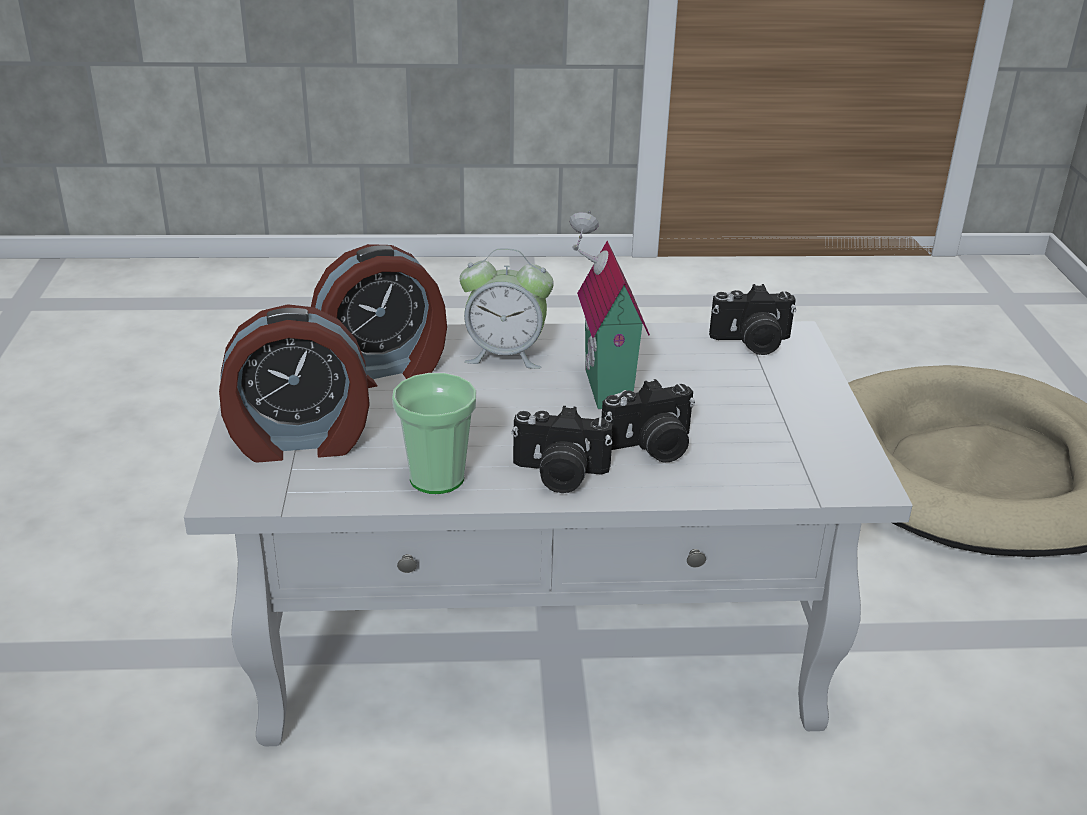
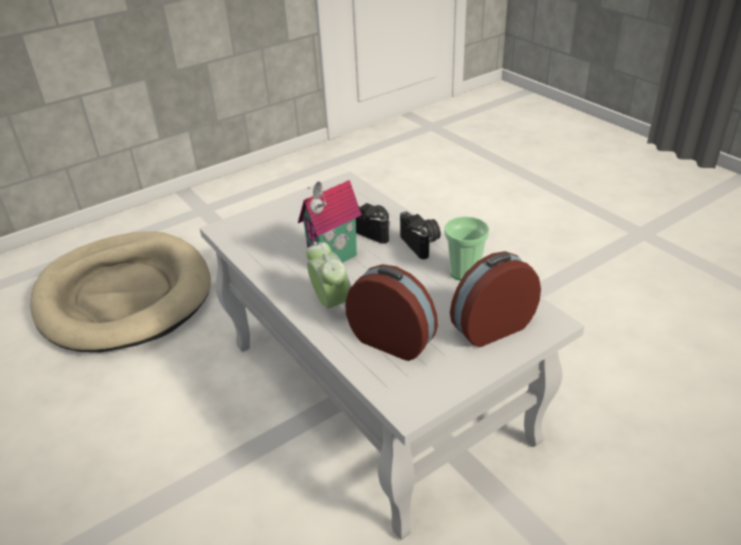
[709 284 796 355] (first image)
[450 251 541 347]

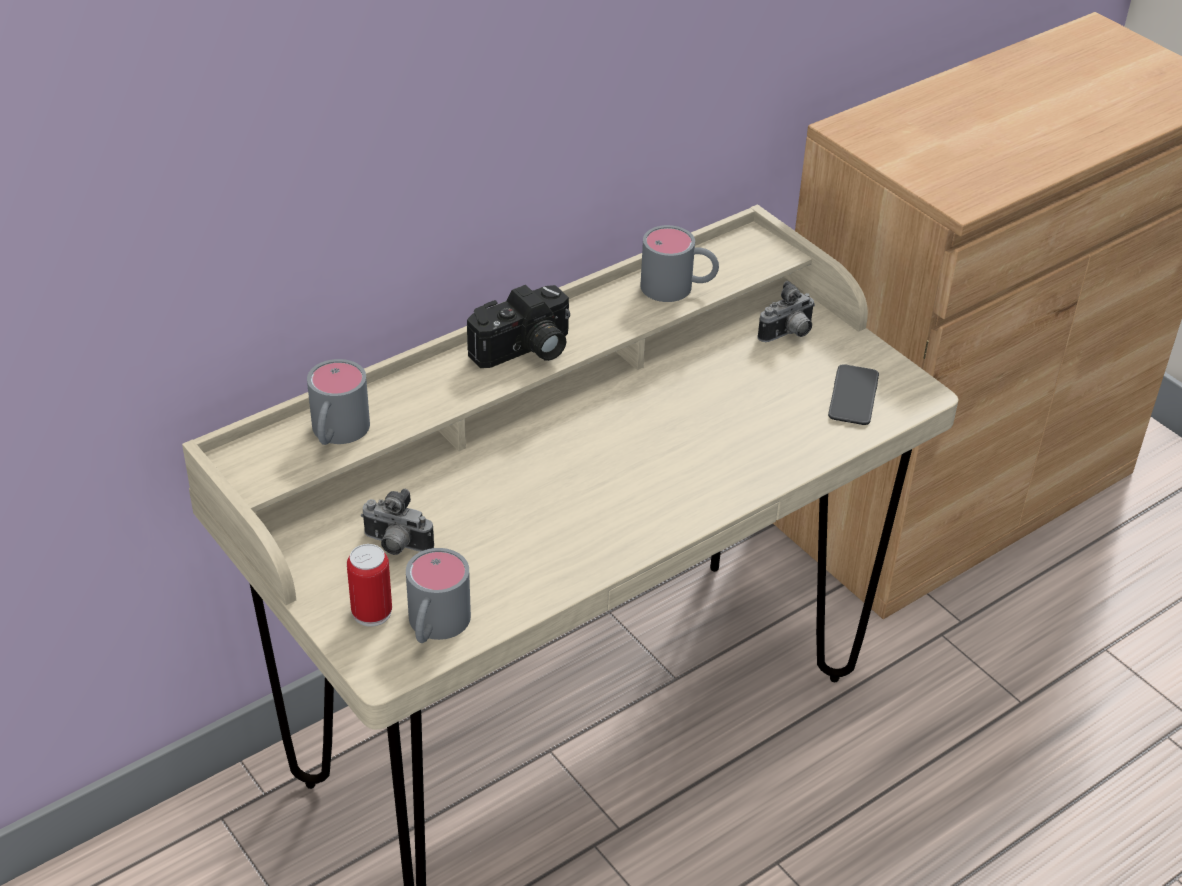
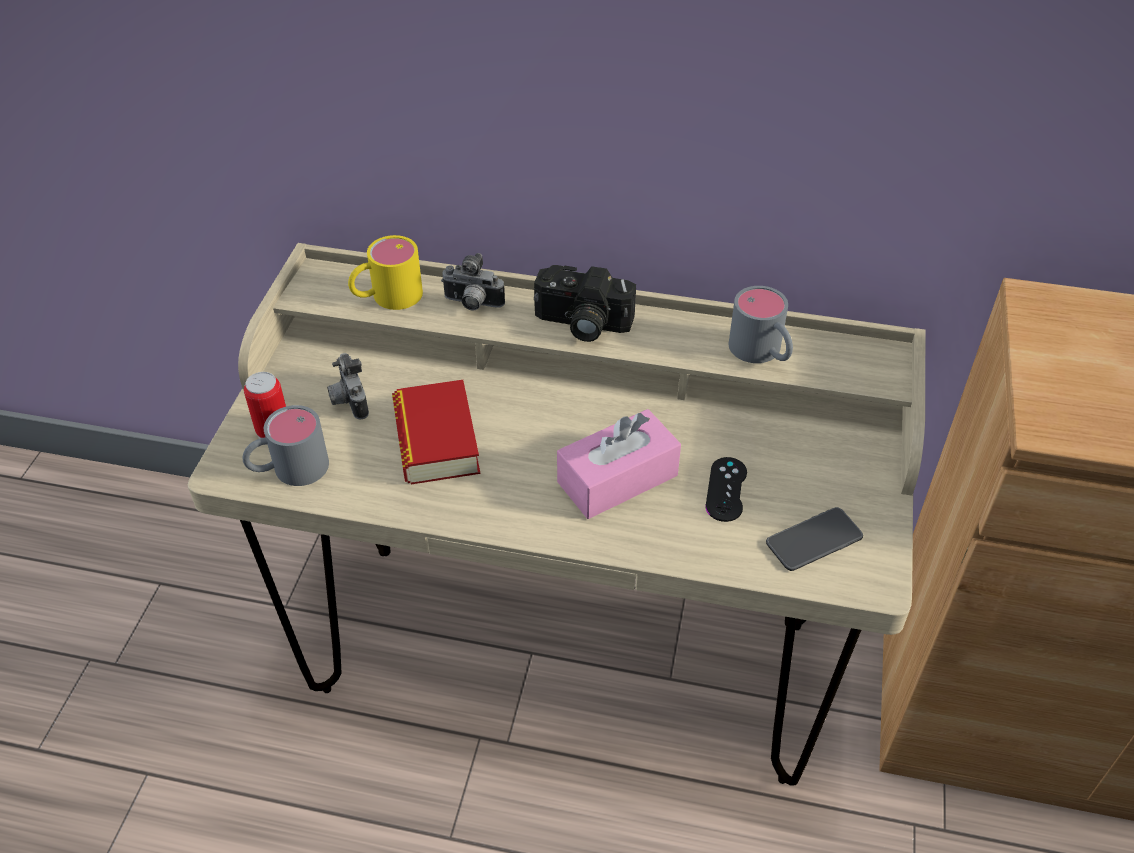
[441 253 505 311]
[348 235 423 310]
[392 380 480 484]
[557 409 681 519]
[706 457 747 522]

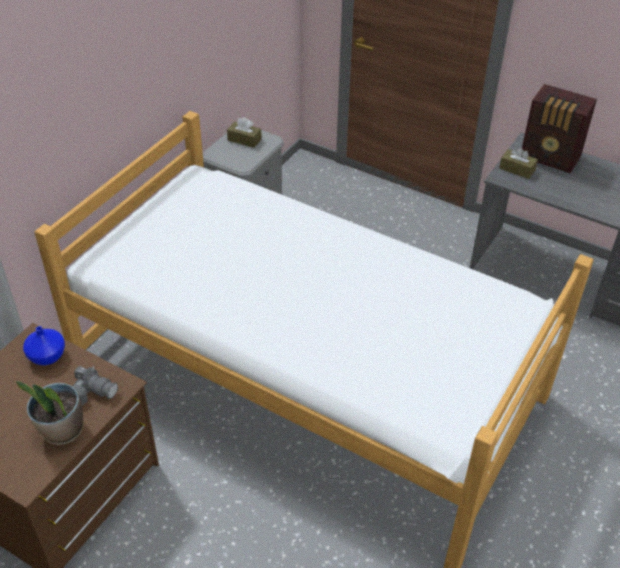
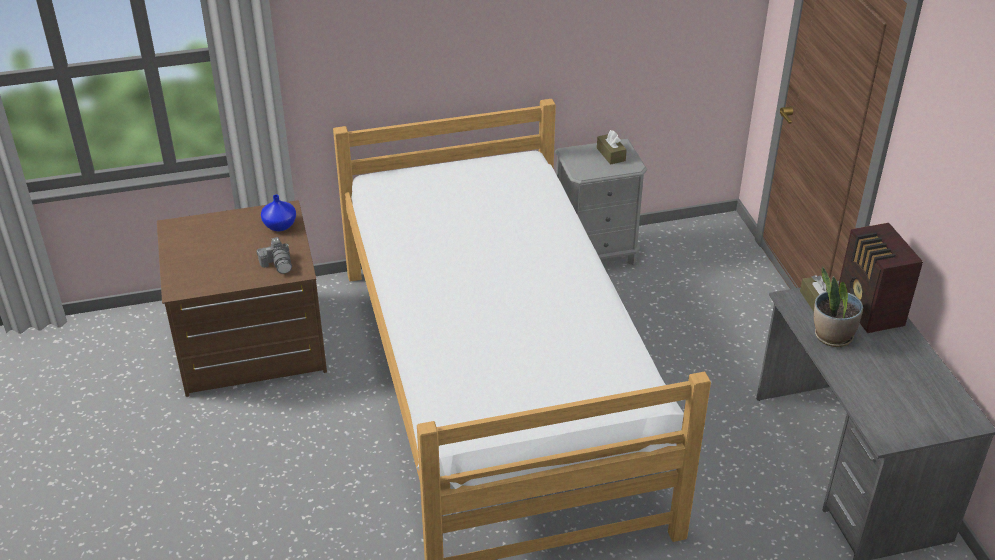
[814 267 863 347]

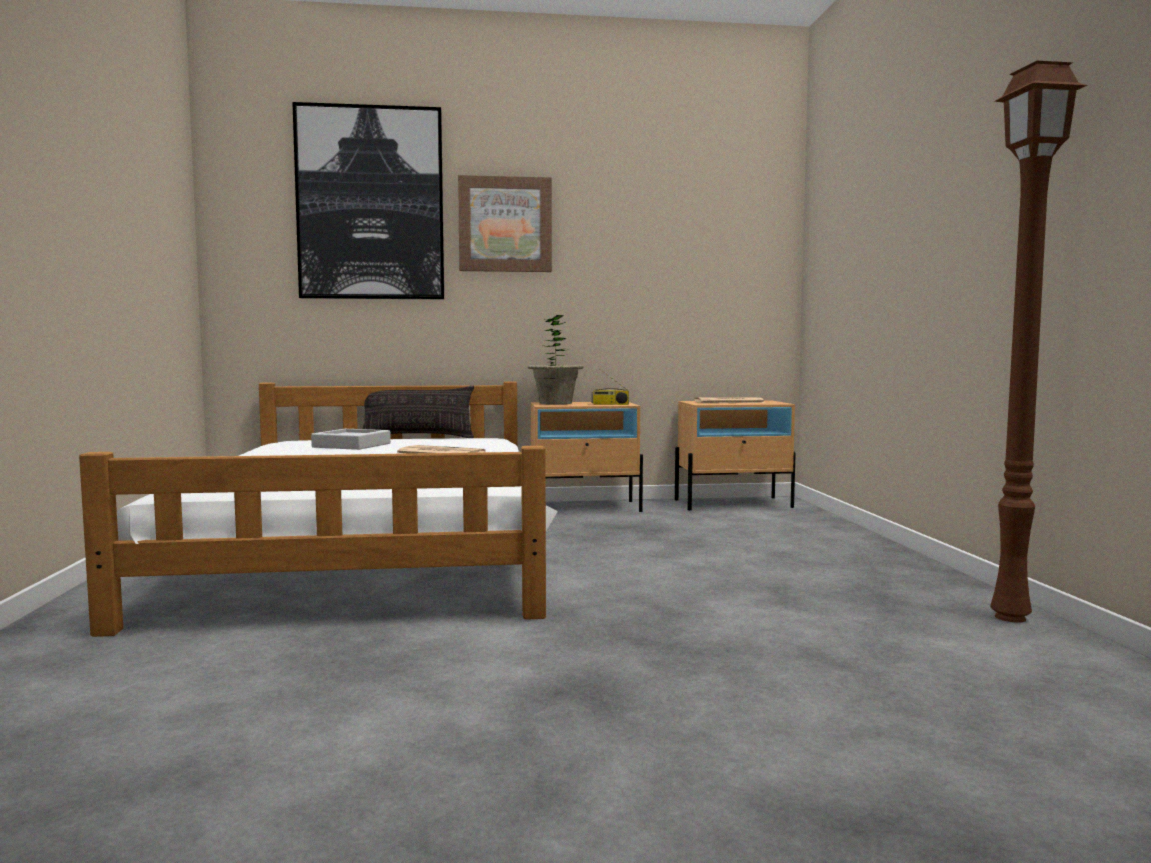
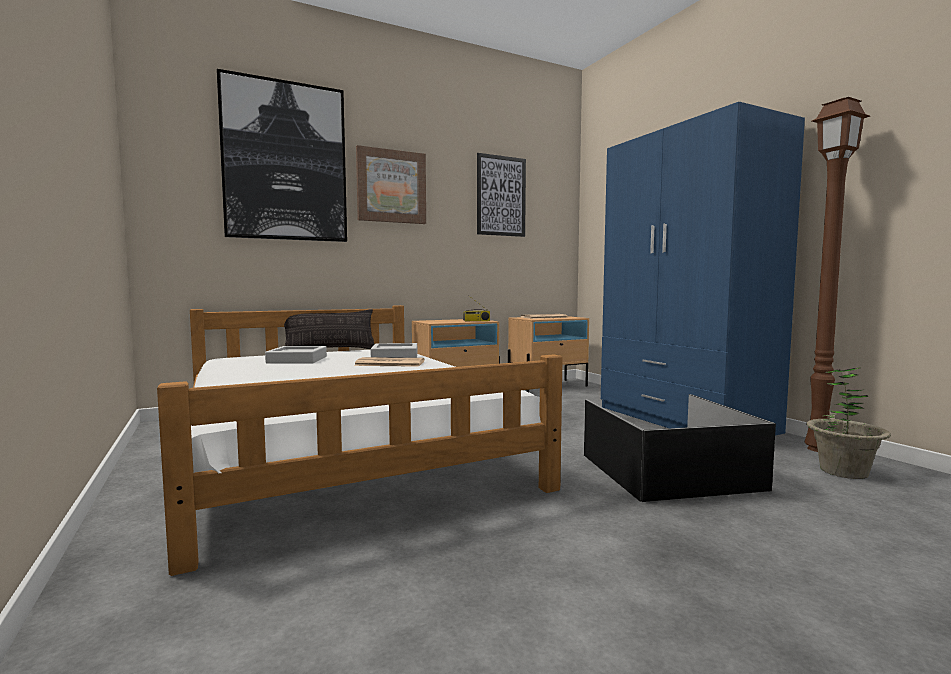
[806 367 891 479]
[601 102 805 436]
[477 153 526 237]
[371 343 417 358]
[584 394 776 502]

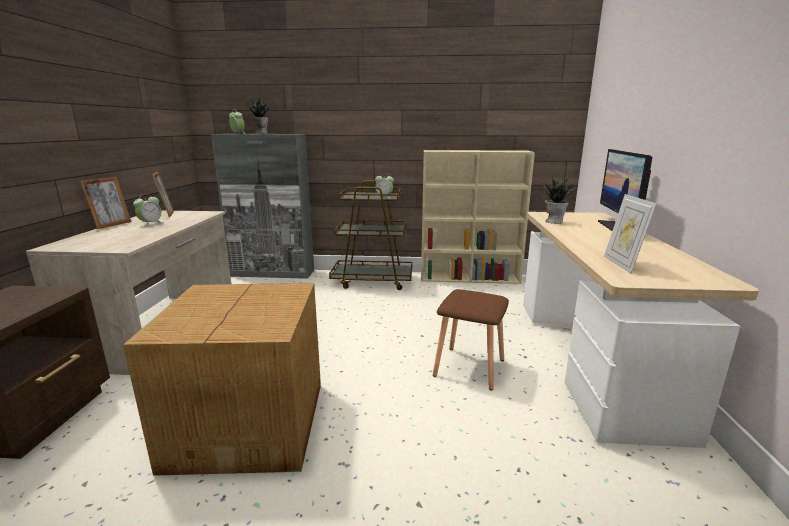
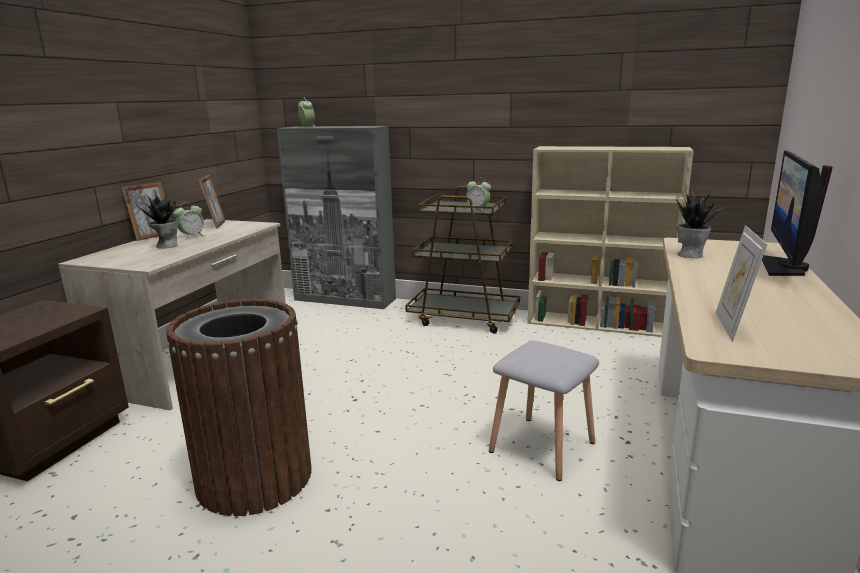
[136 189 178 249]
[166 299 312 516]
[489 341 599 481]

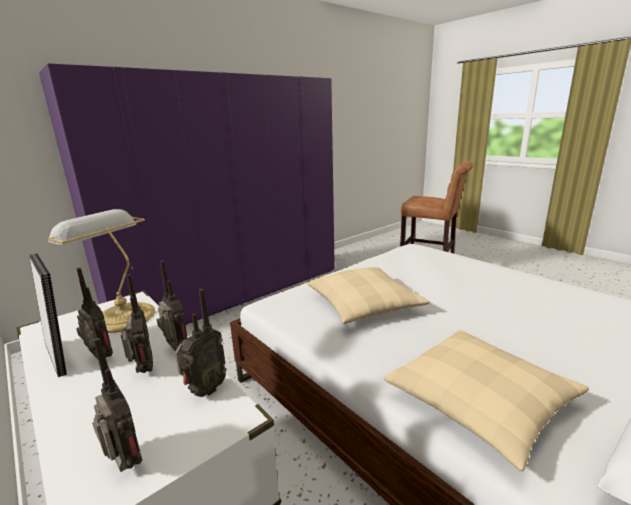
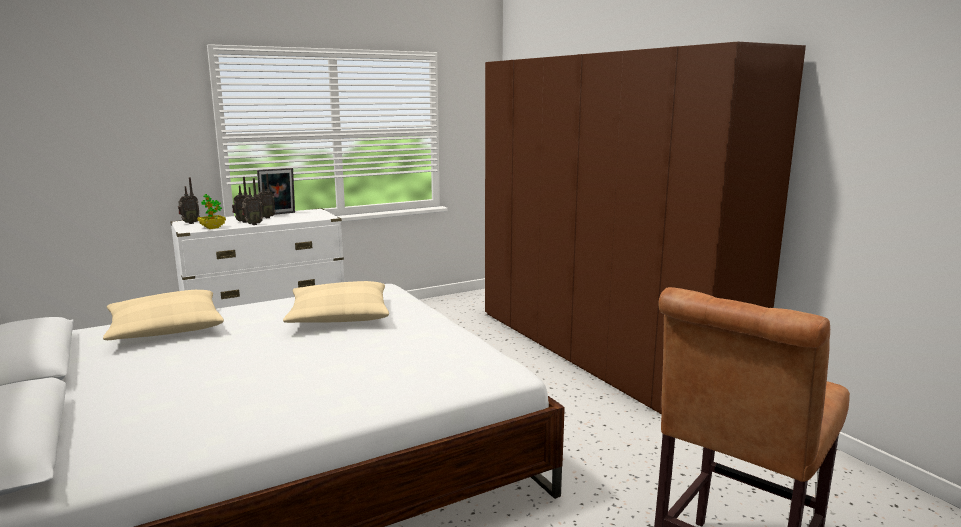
[485 42 806 414]
[48 209 155 333] (first image)
[197 194 226 229]

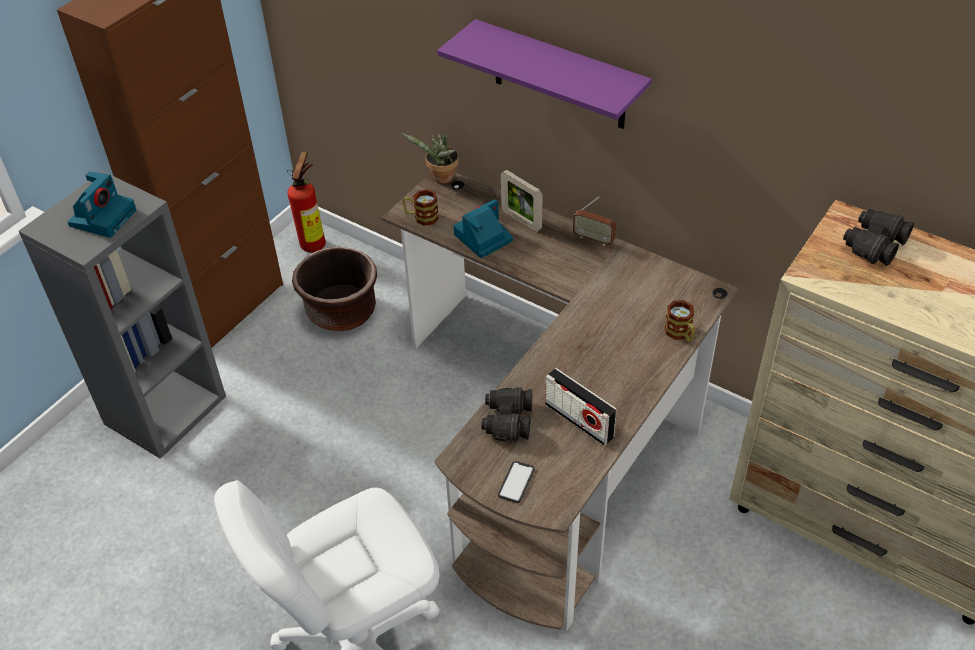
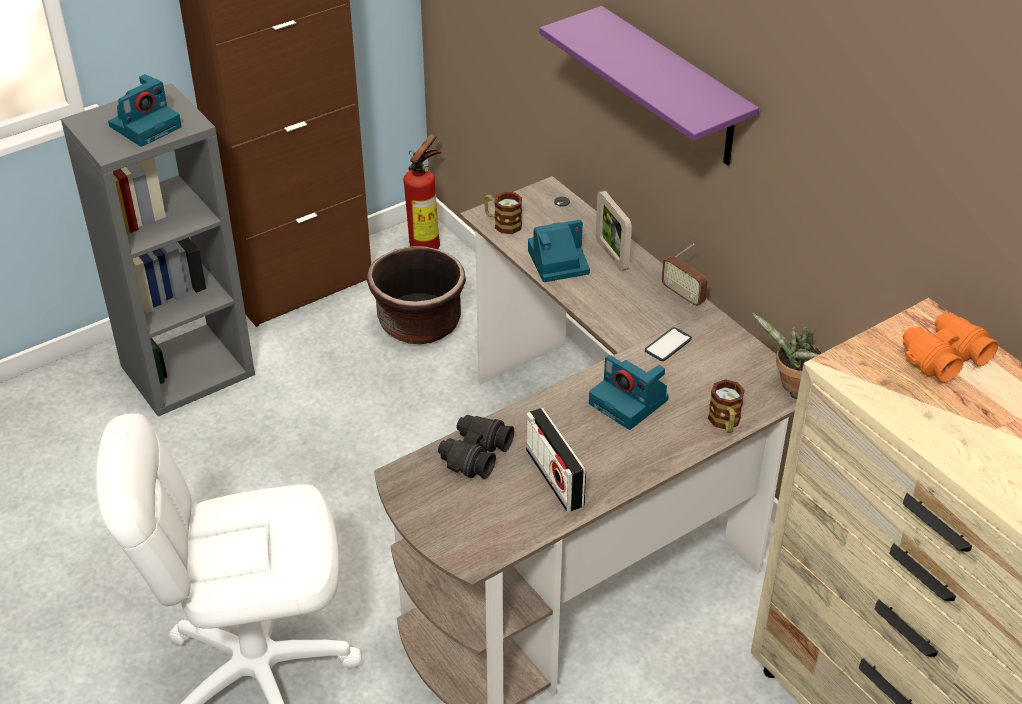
[752 313 822 393]
[903 313 998 383]
[645 327 692 361]
[589 355 669 430]

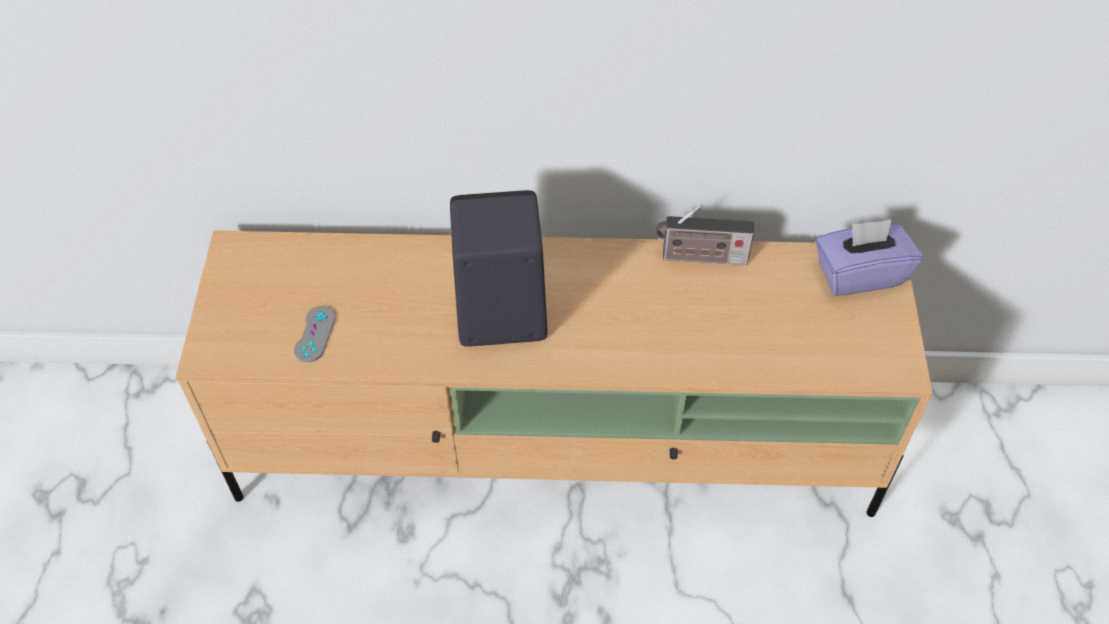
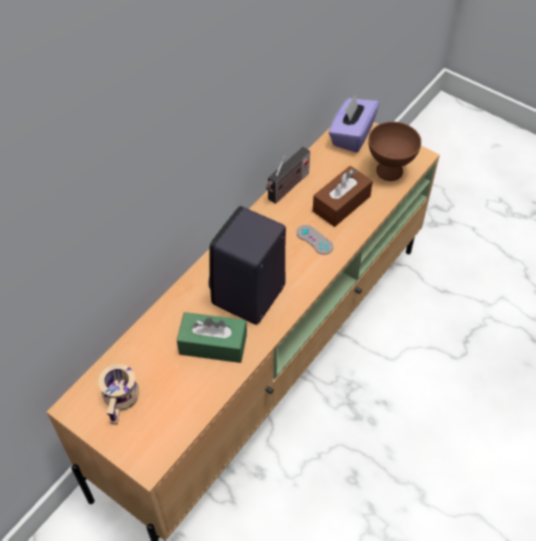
[296 225 334 255]
[368 122 421 181]
[313 166 373 227]
[177 312 247 363]
[98 364 139 425]

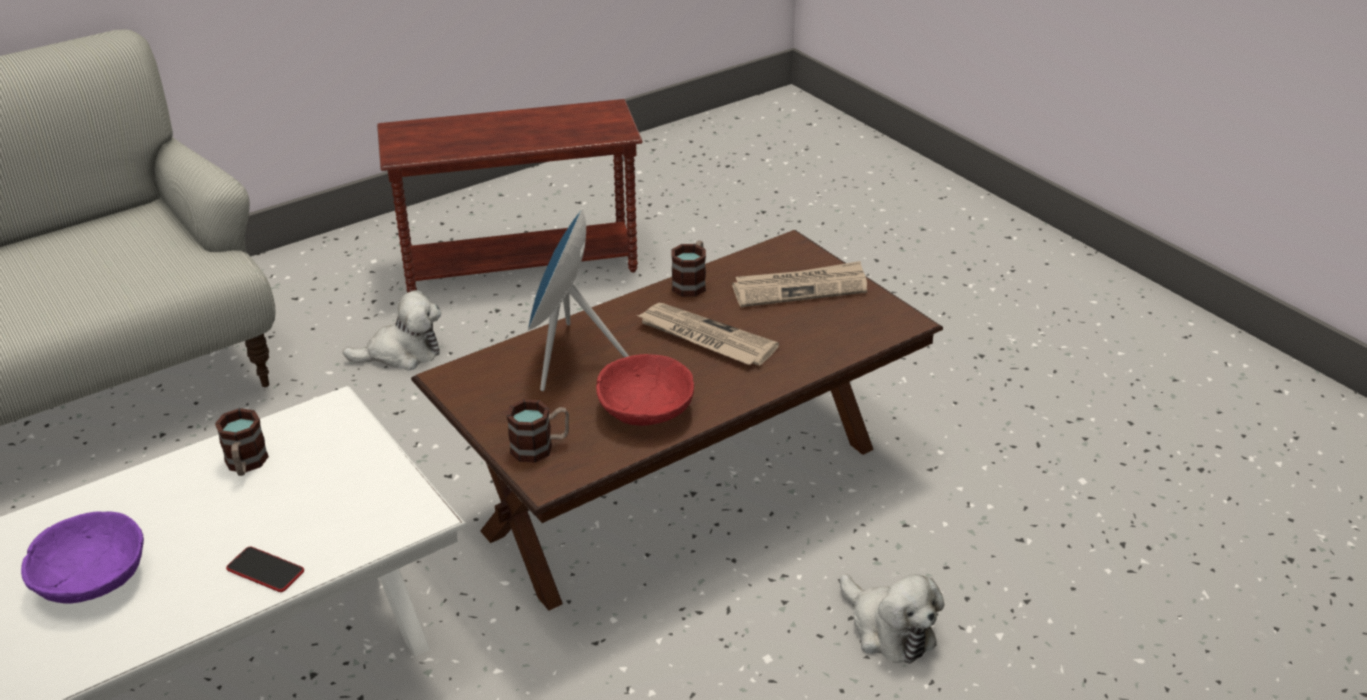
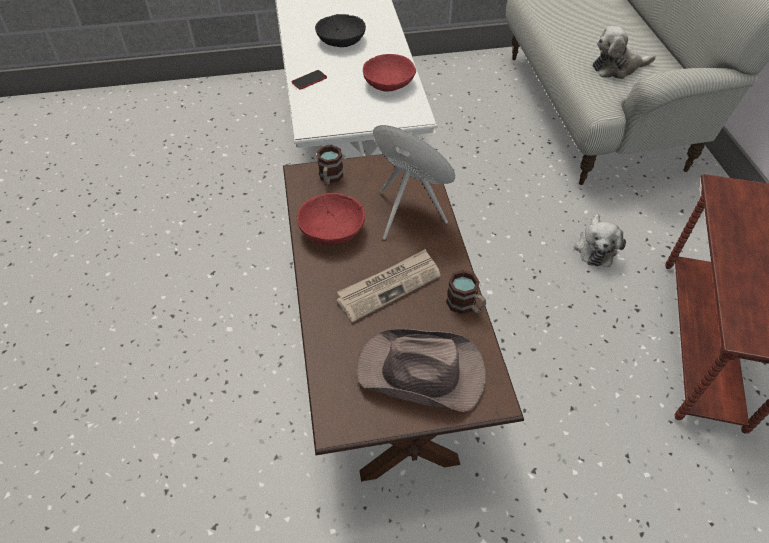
[357 329 486 412]
[363 54 416 92]
[315 14 366 47]
[592 26 656 79]

